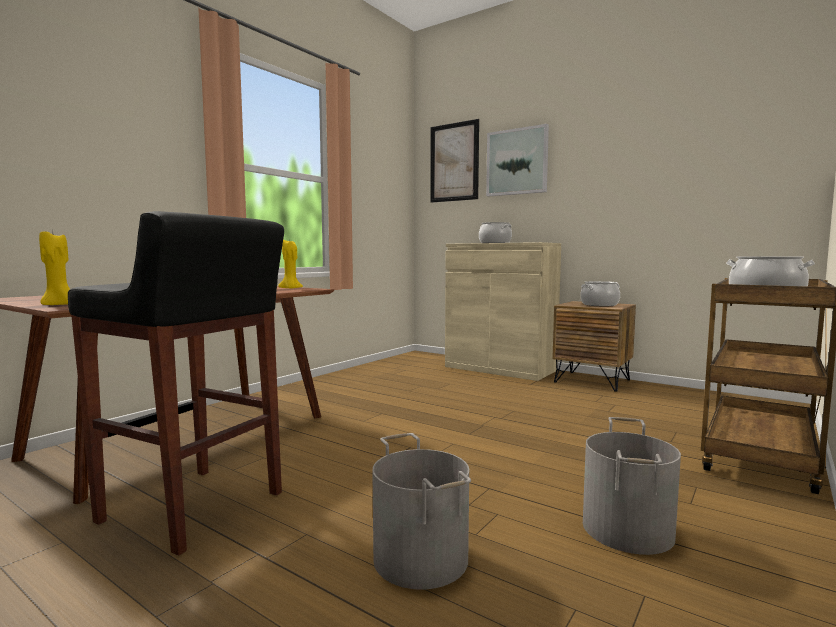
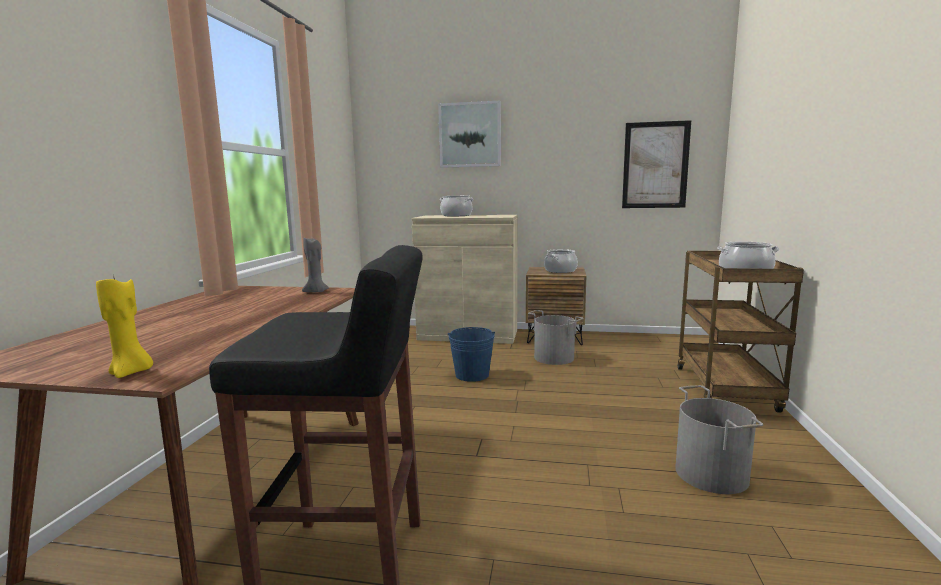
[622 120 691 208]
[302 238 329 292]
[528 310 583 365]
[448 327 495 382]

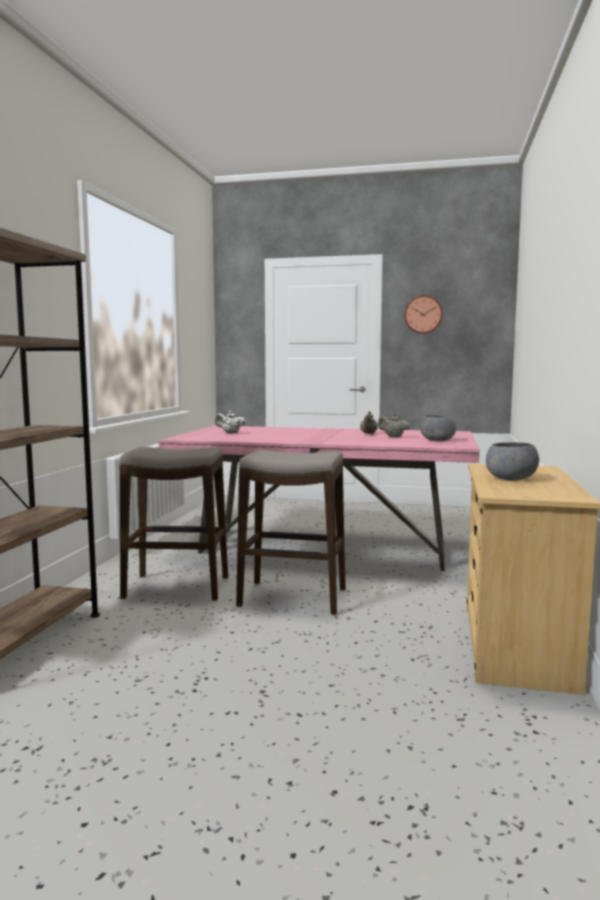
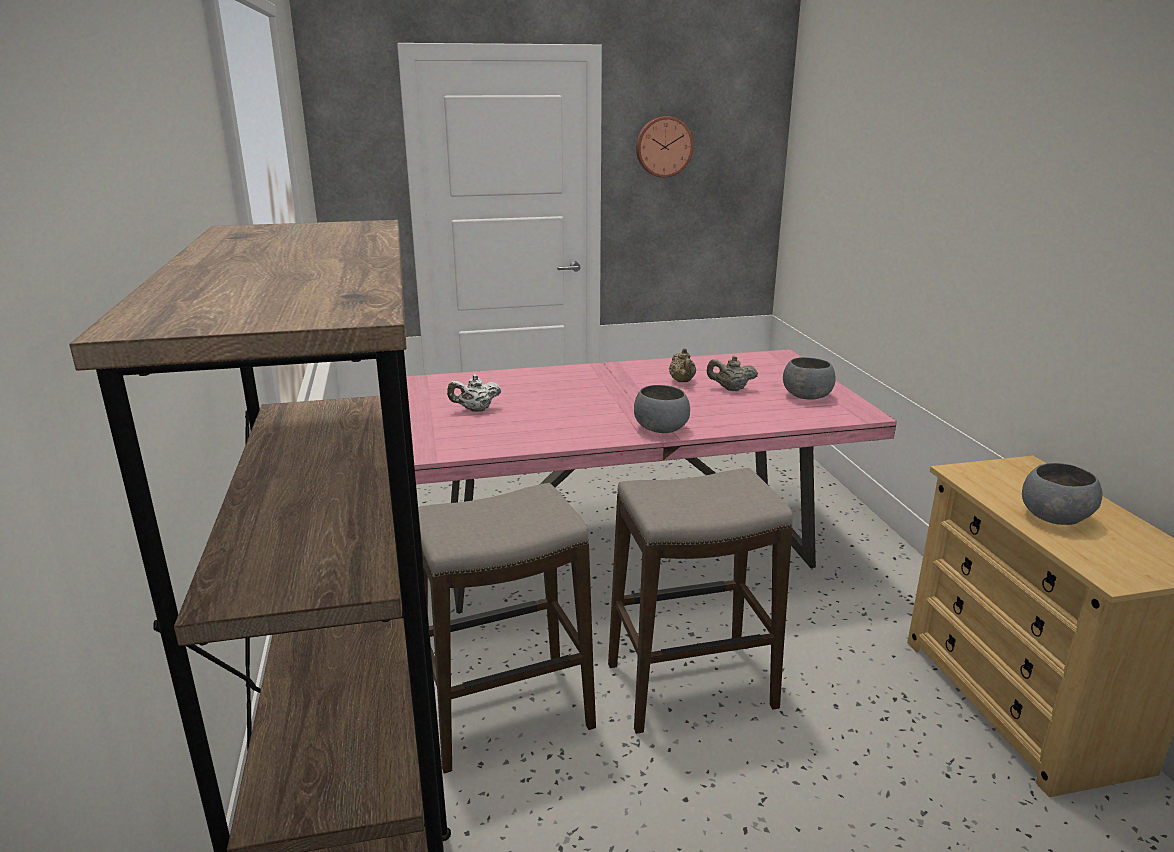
[634 385 690 433]

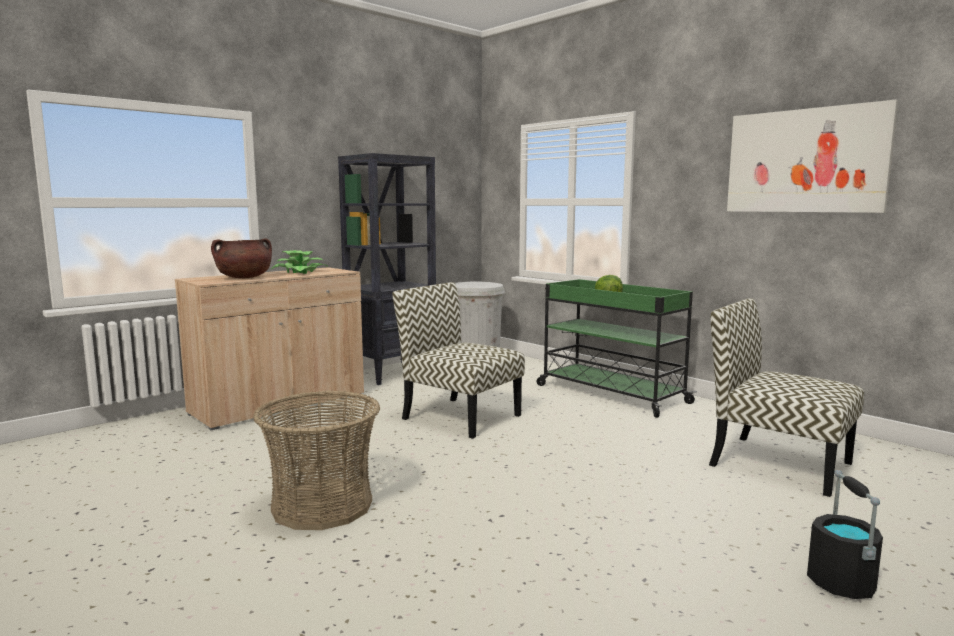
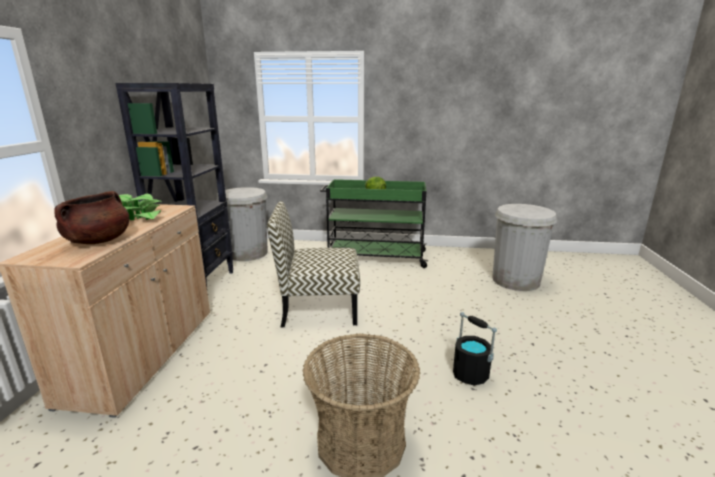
[727 100 898 213] (first image)
[492 204 557 291]
[453 312 497 385]

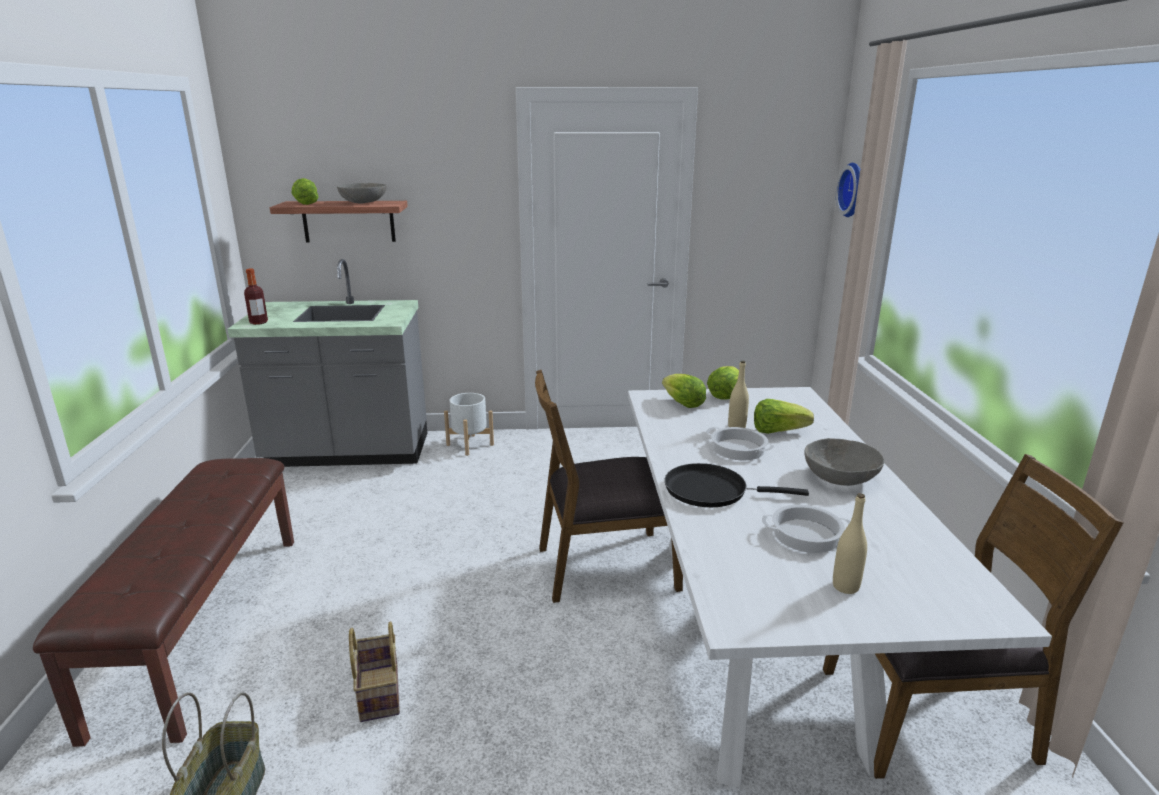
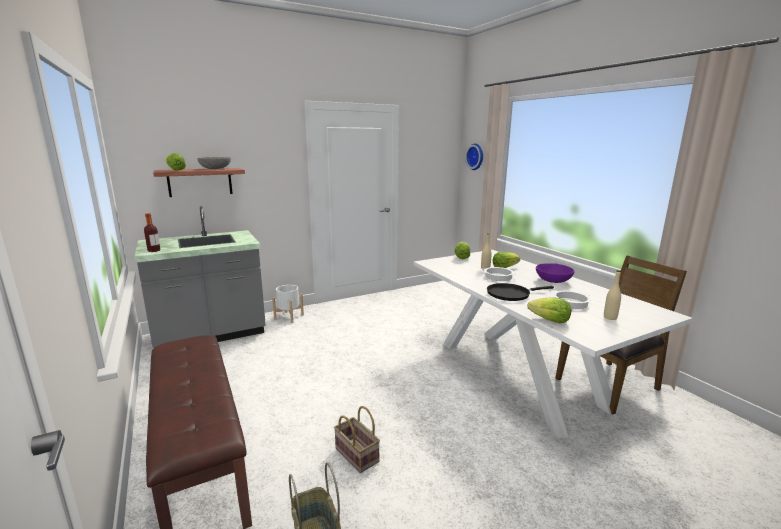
[535 370 683 603] (first image)
[528 297 571 323]
[536 263 575 283]

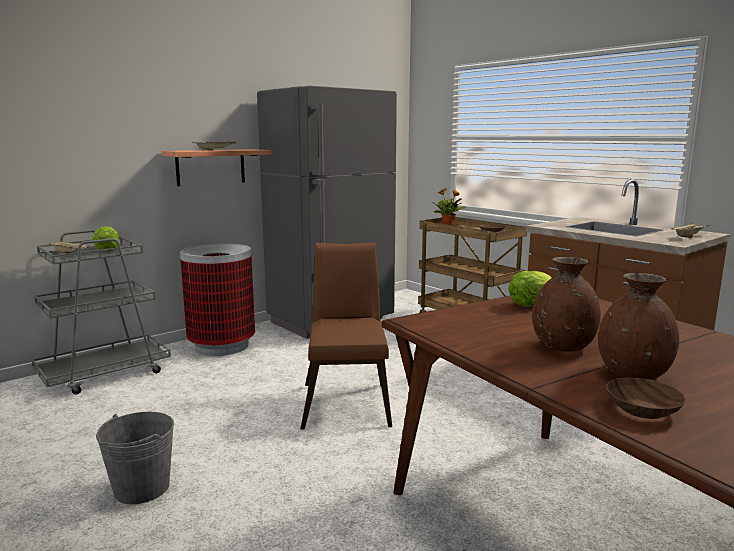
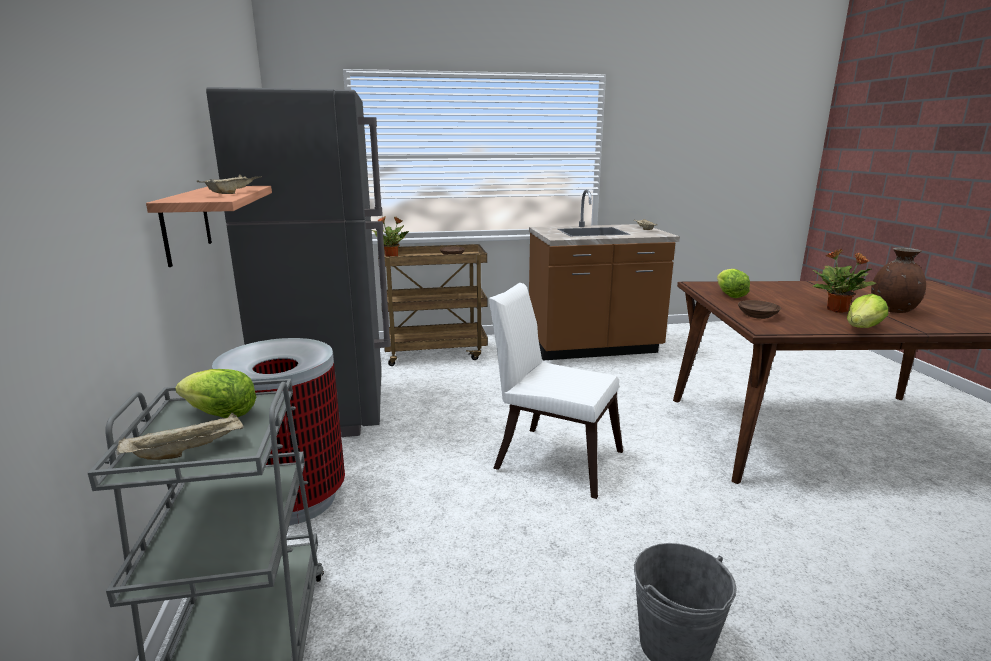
[489 283 623 499]
[813 249 876 313]
[738 300 781 319]
[847 294 888 328]

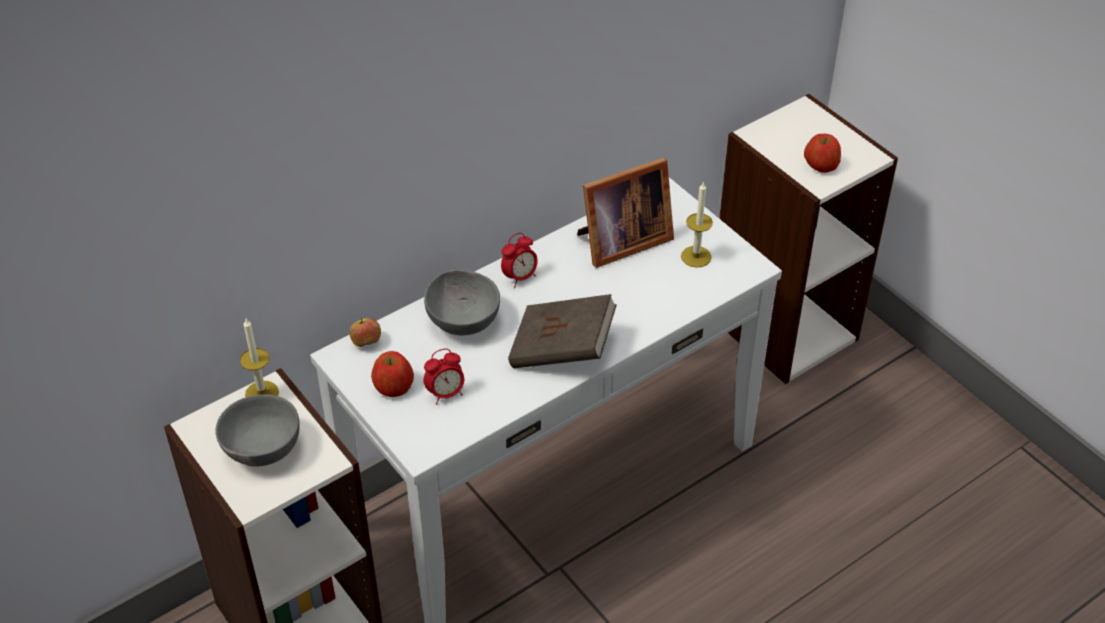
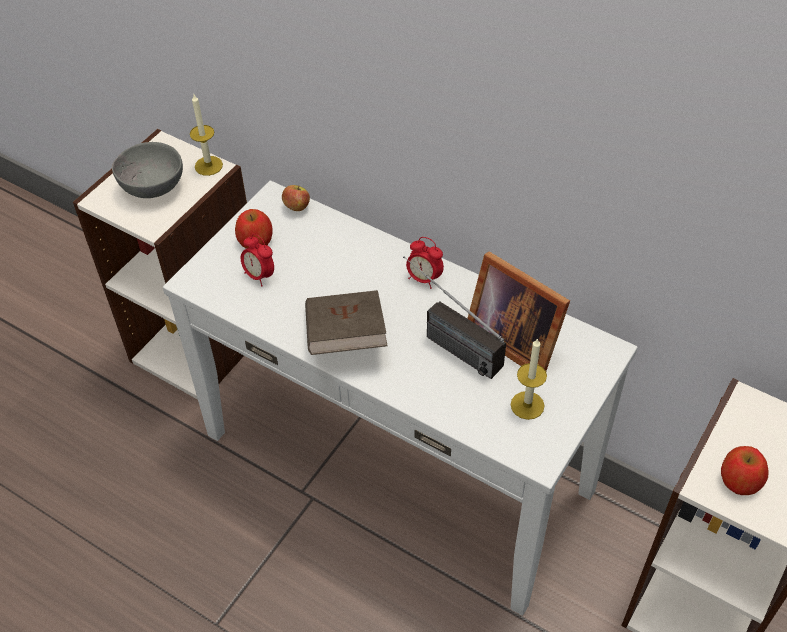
[424 270 500 335] (first image)
[403 256 506 379]

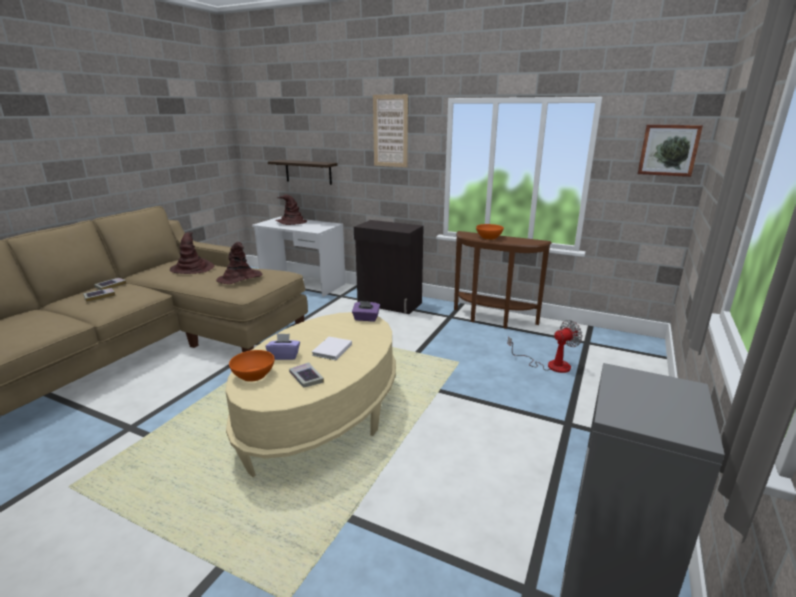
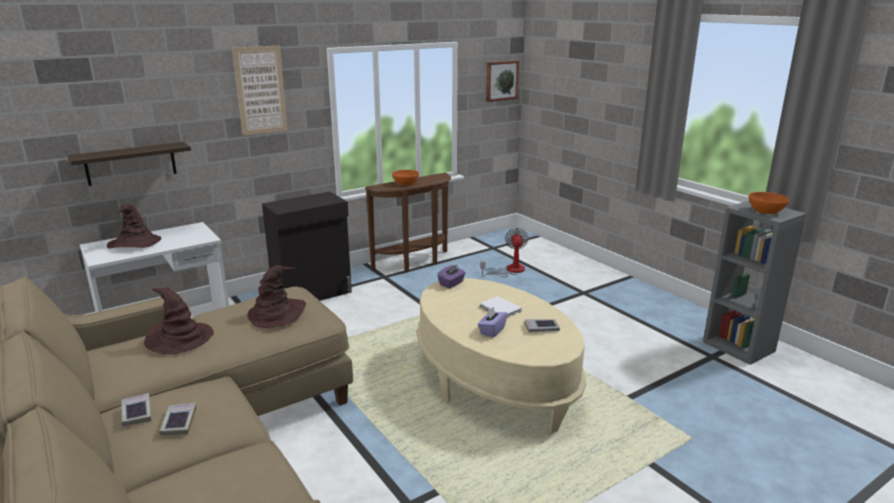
[748 192 789 214]

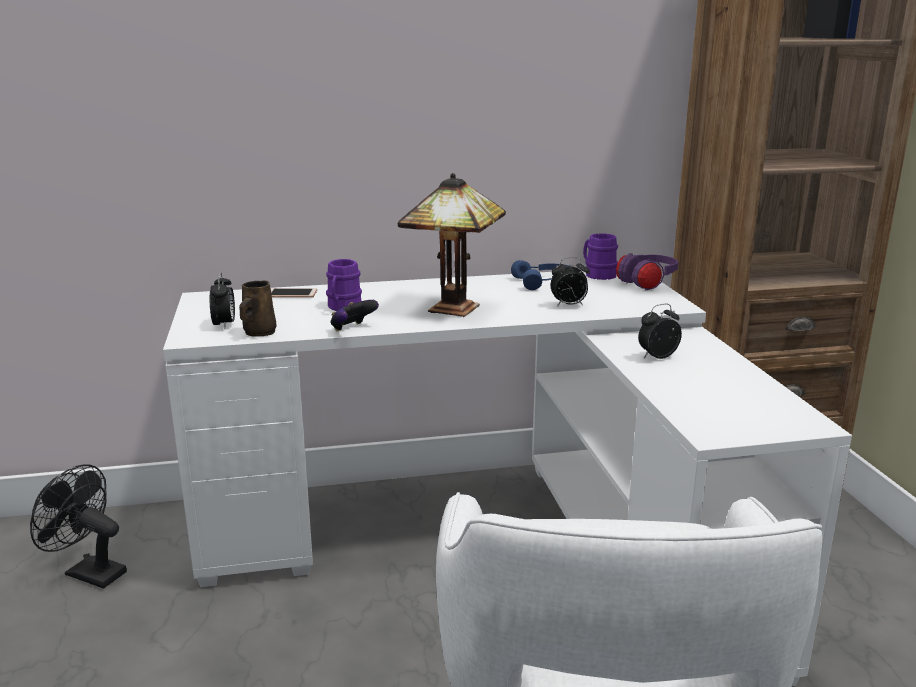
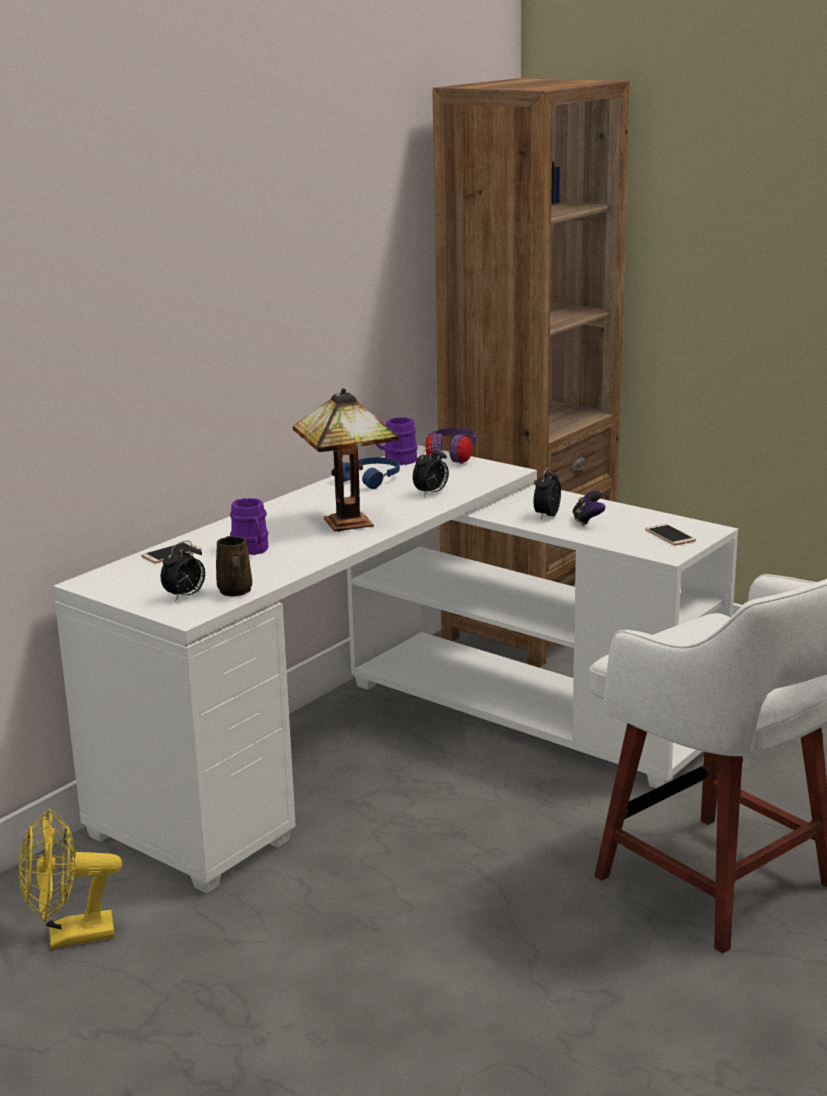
[161 540 205 602]
[572 490 605 526]
[19 808 122 949]
[645 524 696 546]

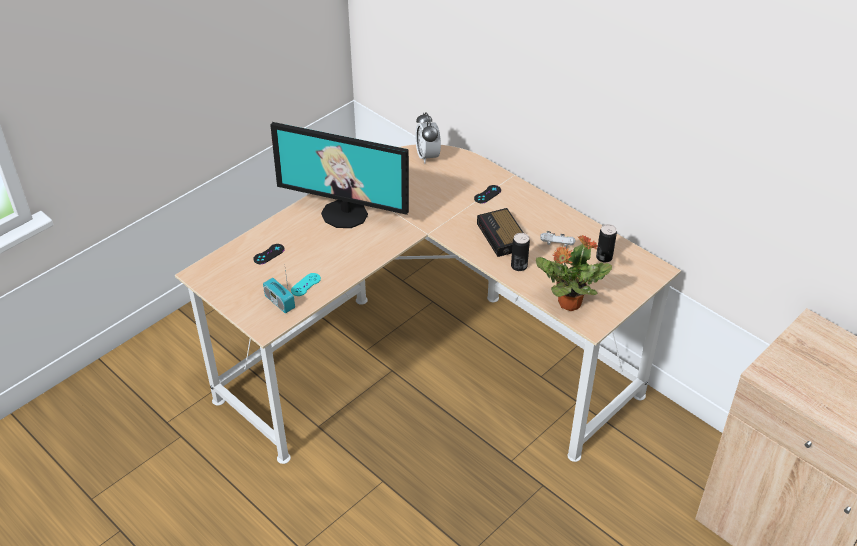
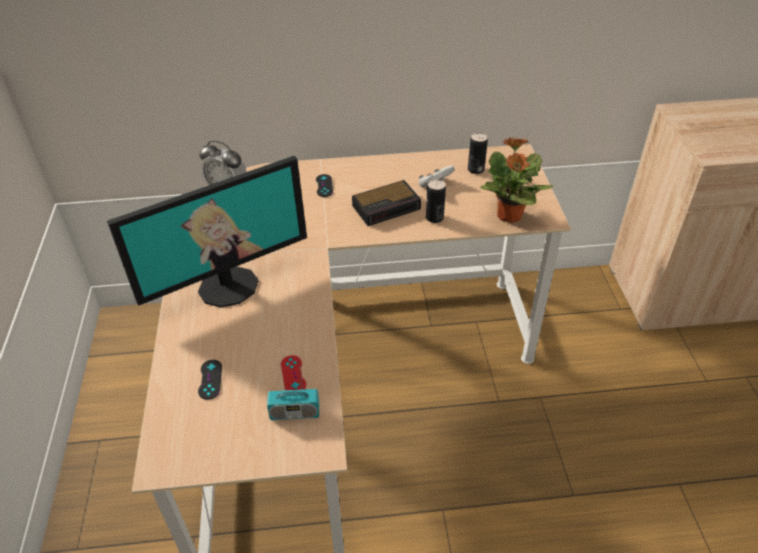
[352 180 421 226]
[281 355 306 390]

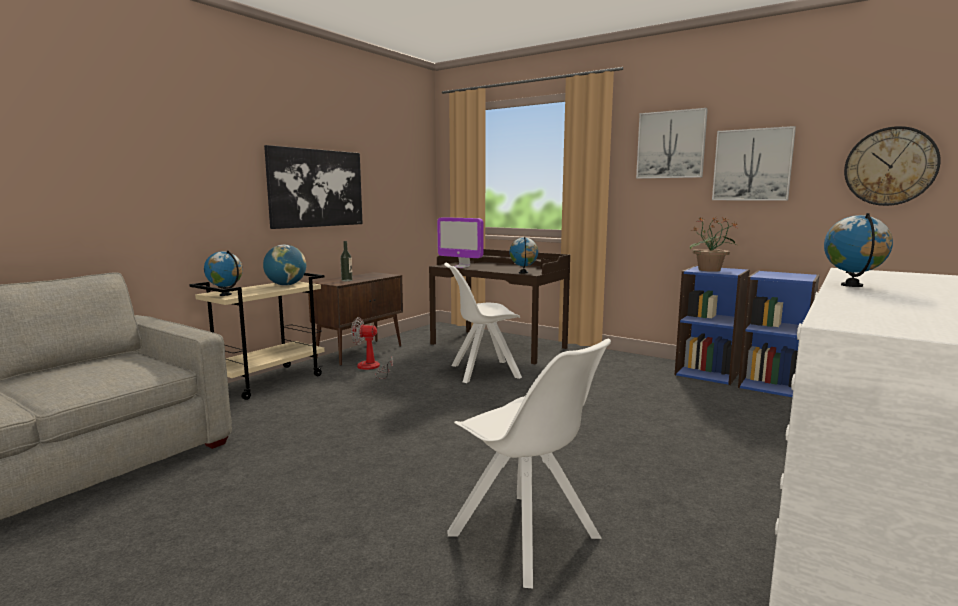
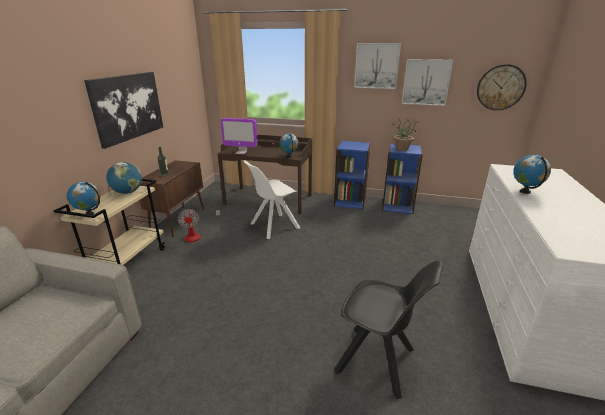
[334 141 371 209]
[178 209 220 242]
[334 261 443 399]

